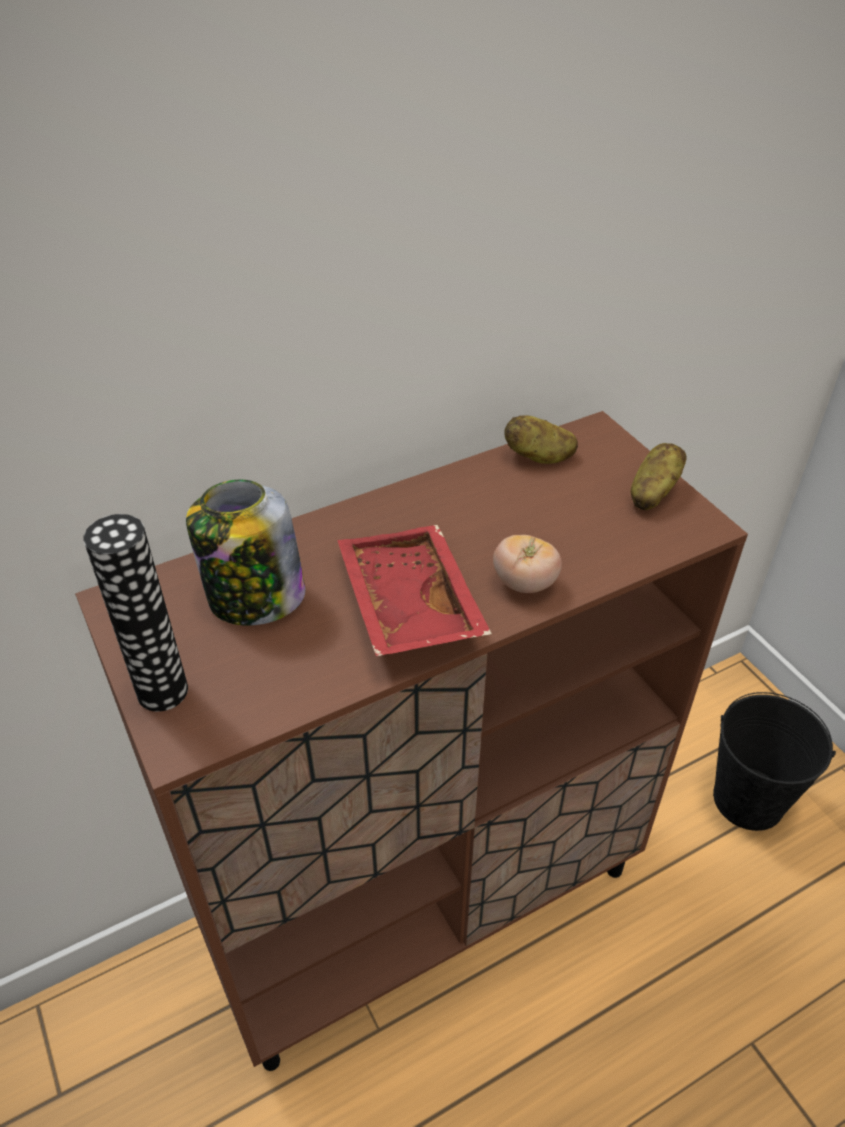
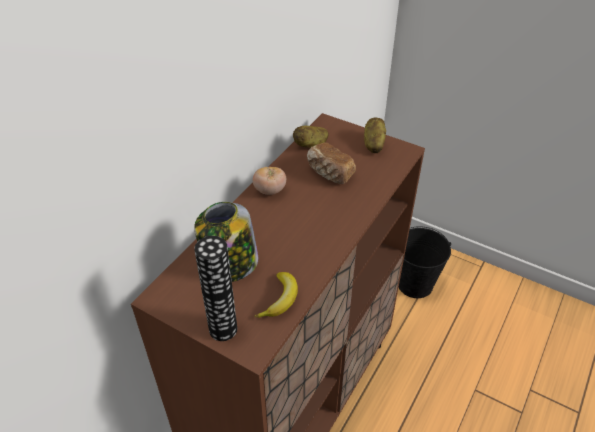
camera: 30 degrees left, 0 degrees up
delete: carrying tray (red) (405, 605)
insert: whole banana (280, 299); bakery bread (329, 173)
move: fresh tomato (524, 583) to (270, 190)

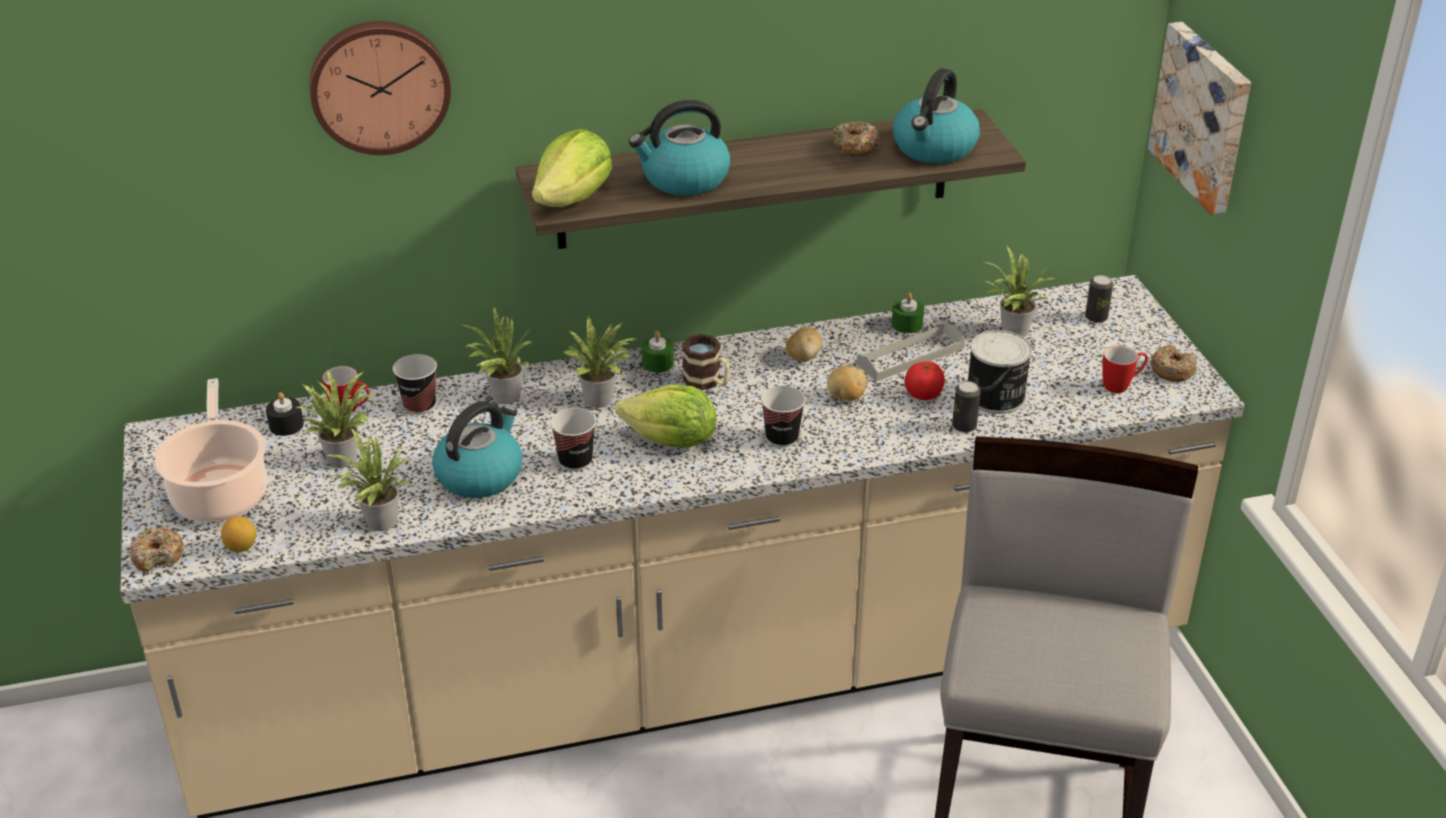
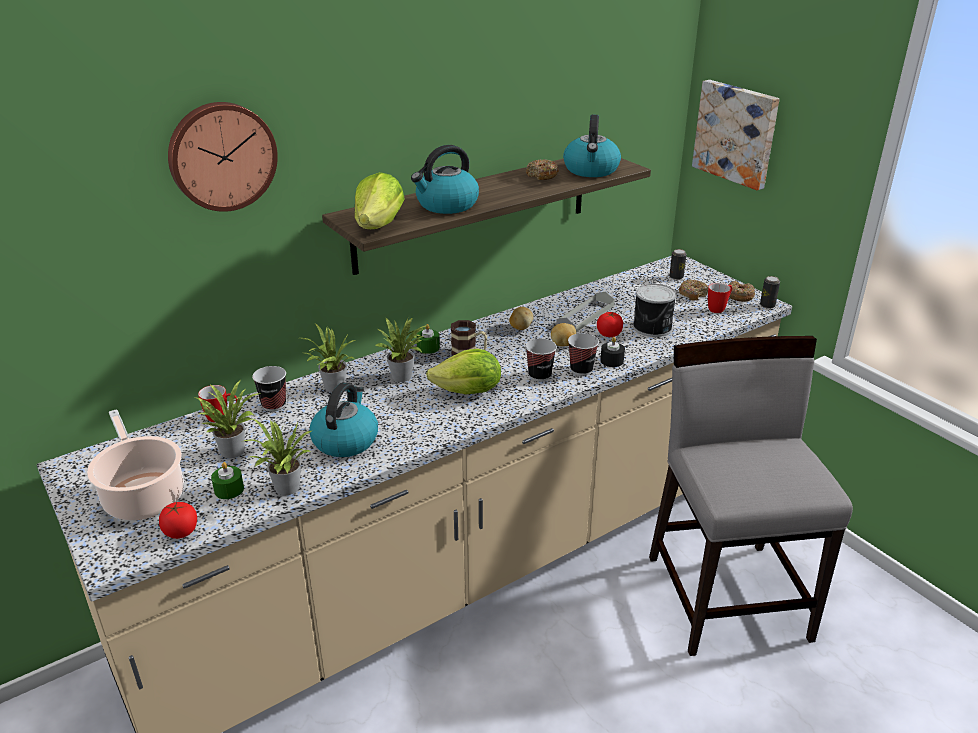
camera: 20 degrees left, 5 degrees down
delete: houseplant (1011, 331)
move: candle (greenish) (907, 324) to (229, 489); cup (575, 461) to (581, 370); candle (black) (286, 425) to (612, 361); doughnut (158, 556) to (692, 294); sealed can (964, 426) to (767, 305)
replace: whole lemon (241, 547) to fresh tomato (181, 532)

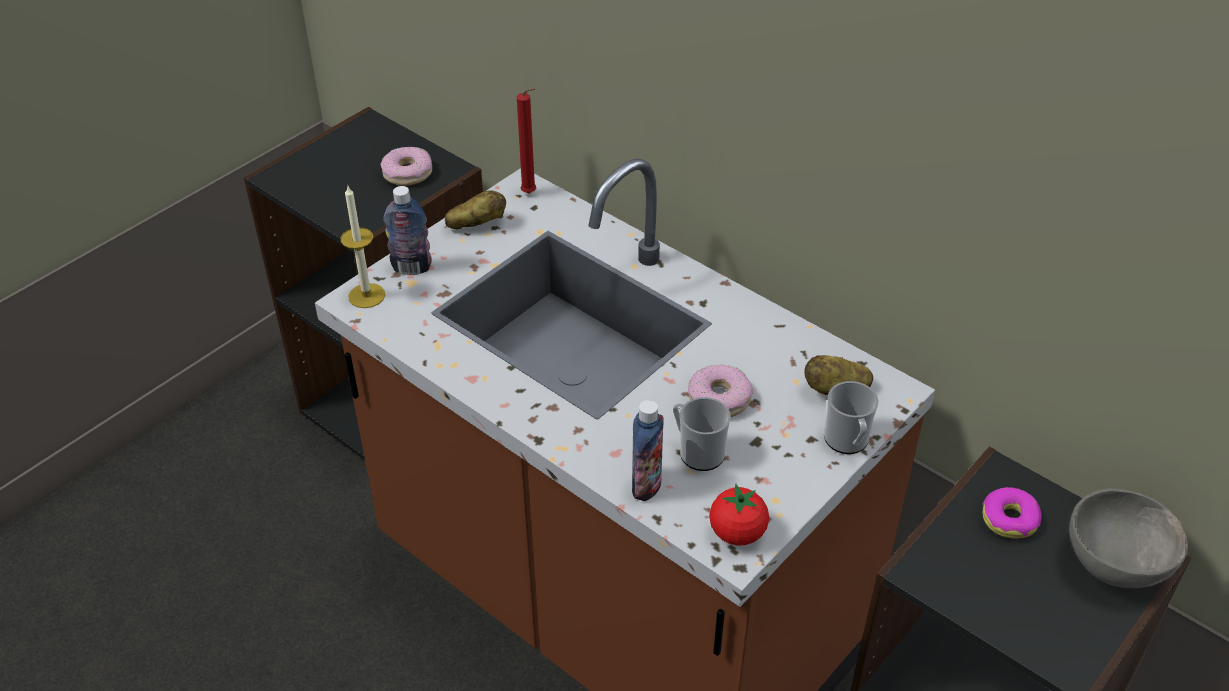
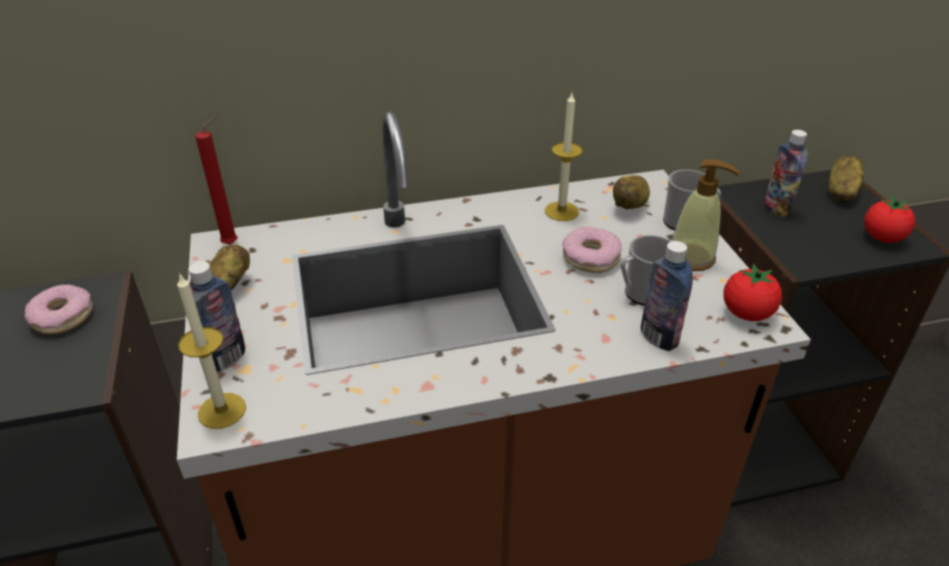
camera: 55 degrees left, 5 degrees down
insert: candle (561, 211); soap bottle (692, 258); fresh tomato (882, 238)
replace: doughnut (1009, 519) to beverage bottle (776, 209); deep dish (grey) (1116, 566) to spud (840, 192)

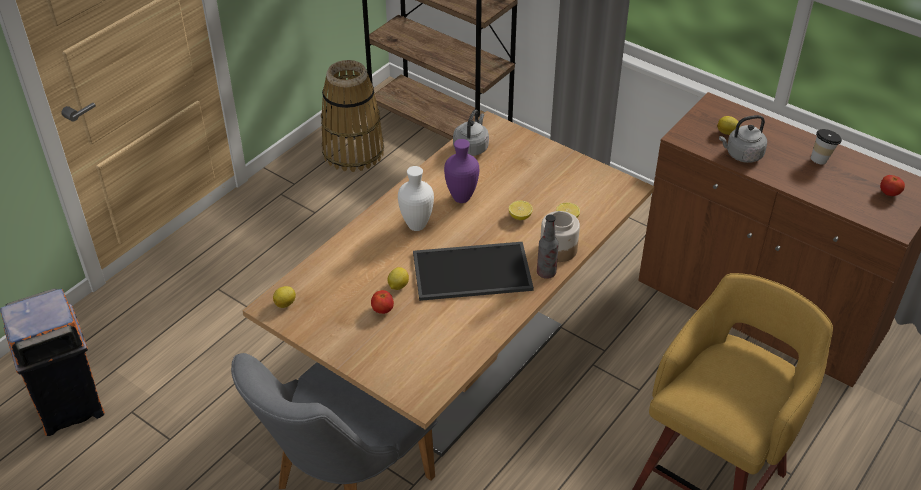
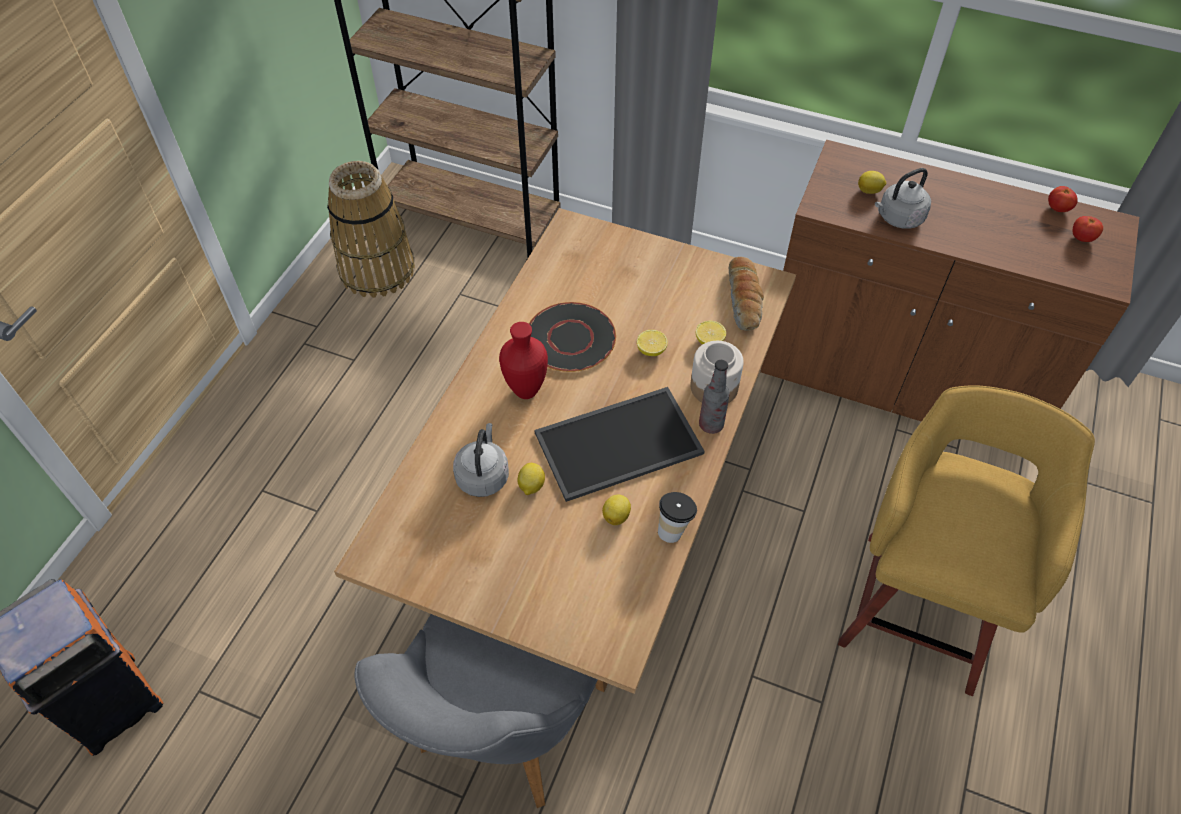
camera: 15 degrees left, 10 degrees up
insert: bakery bread (744, 301)
move: tea kettle (grey) (471, 147) to (483, 475); whole lemon (286, 303) to (617, 516); cup (821, 159) to (674, 529); fresh tomato (382, 310) to (1057, 209)
replace: decorative vase (purple) (462, 198) to flat dish (black) (571, 338)
recolor: decorative vase (whitish) (418, 226) to decorative vase (red) (528, 391)

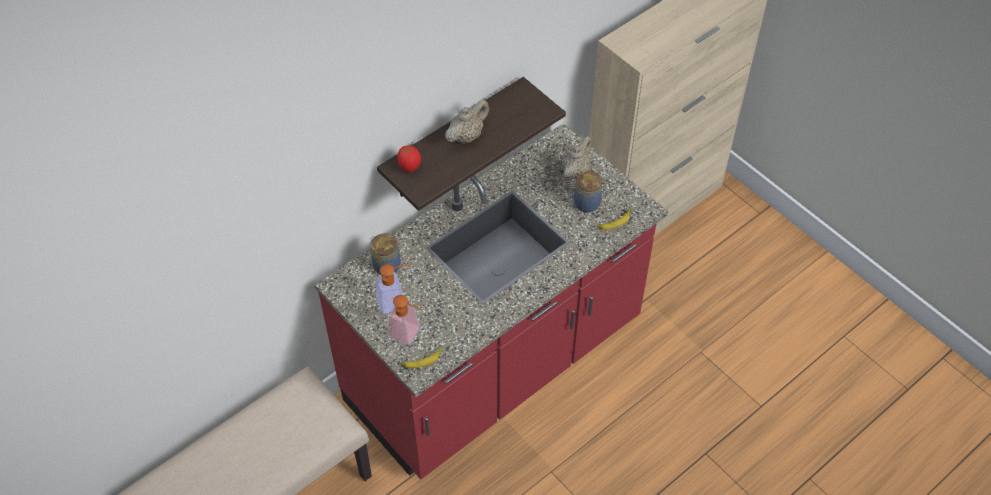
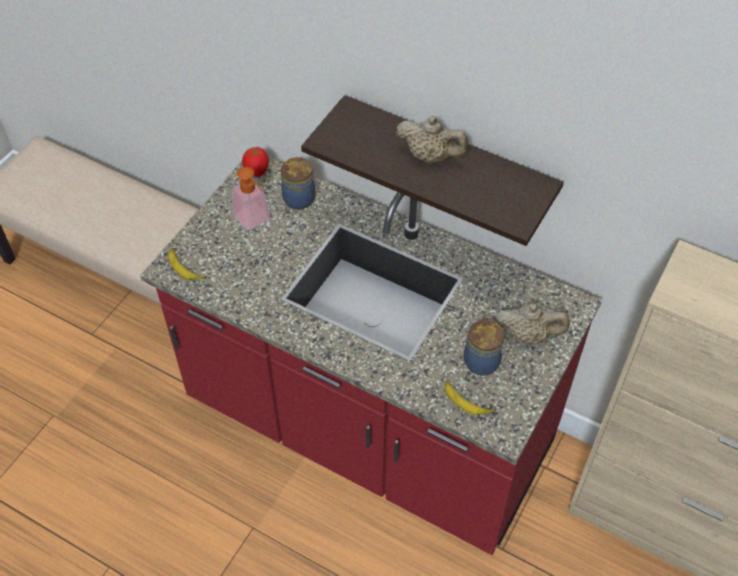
camera: 70 degrees right, 0 degrees up
delete: soap bottle (409, 334)
move: fresh tomato (410, 167) to (257, 172)

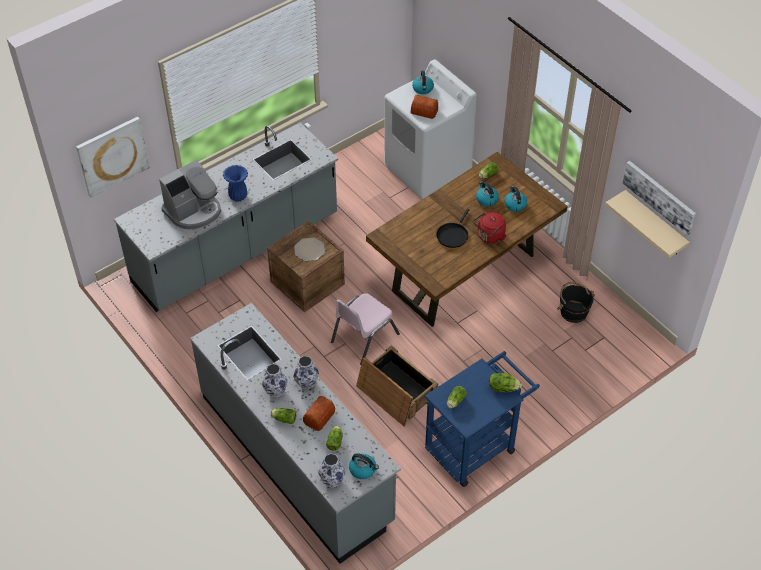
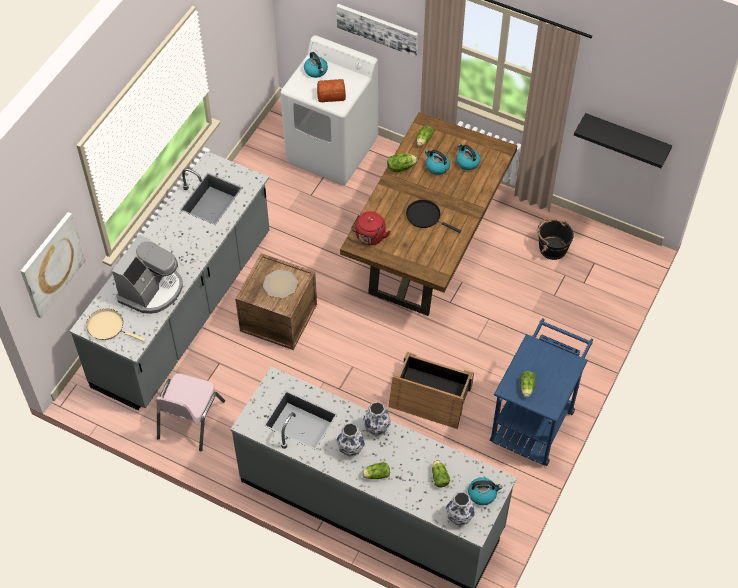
camera: 25 degrees left, 5 degrees up
delete: decorative vase (bluish) (237, 196); bakery bread (320, 416)
insert: pan (beige-coloured) (108, 327)
move: chair (pink-coloured) (364, 338) to (190, 420); wall art (659, 196) to (377, 28); tea kettle (red) (489, 237) to (369, 237); lettuce (503, 387) to (400, 167)
recolor: shelf (beige-coloured) (654, 224) to shelf (black) (626, 138)
rotate: pan (black) (453, 235) = (425, 216) 120 degrees clockwise

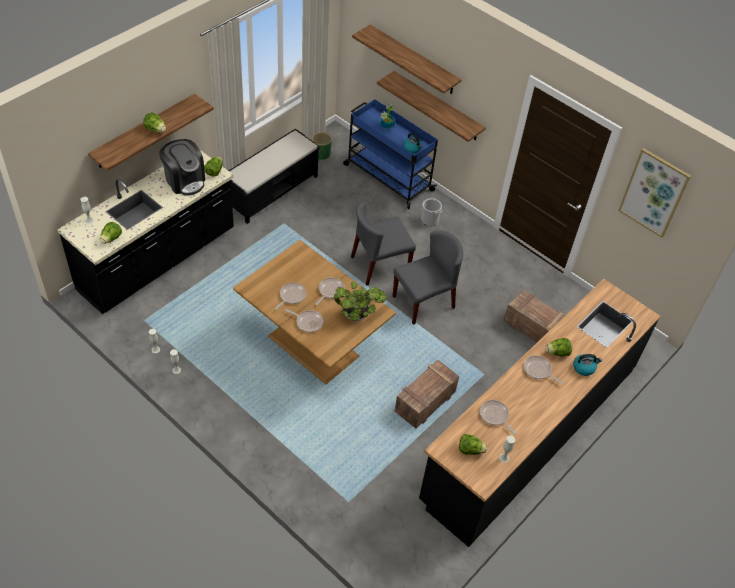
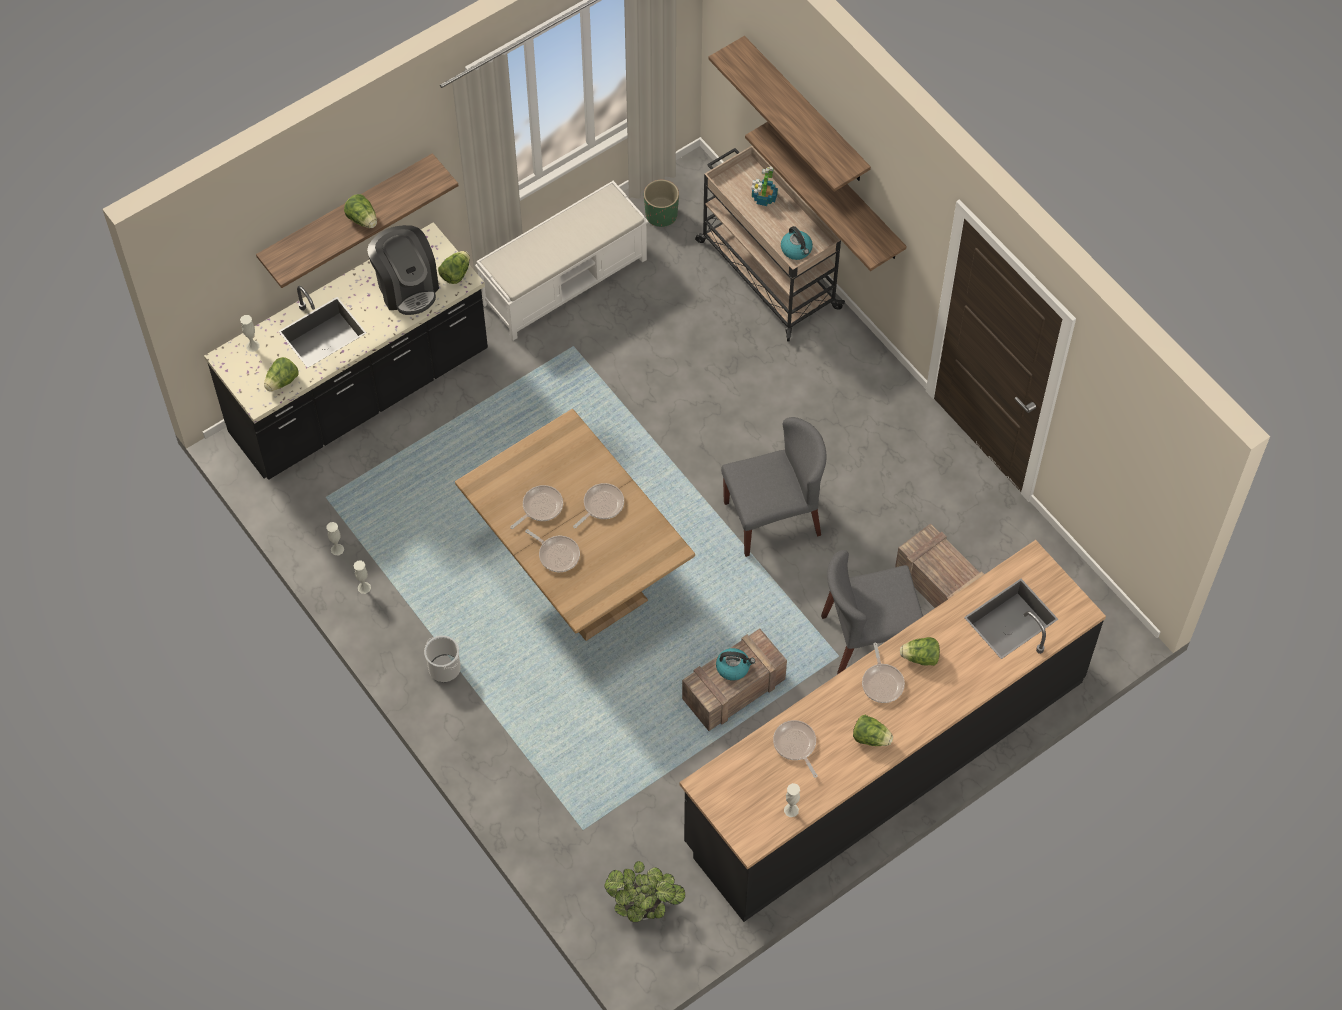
camera: 15 degrees right, 10 degrees up
delete: wall art (654, 193)
move: bucket (429, 220) to (444, 668); houseplant (357, 315) to (645, 905); tea kettle (584, 368) to (733, 667); chair (grey) (379, 265) to (868, 638); lettuce (470, 450) to (871, 737)
recolor: bench (black) (272, 190) to bench (whitish) (565, 280); trolley (bluish) (387, 177) to trolley (beige-coloured) (766, 273)
rotate: pan (538, 370) = (882, 682) 150 degrees counterclockwise

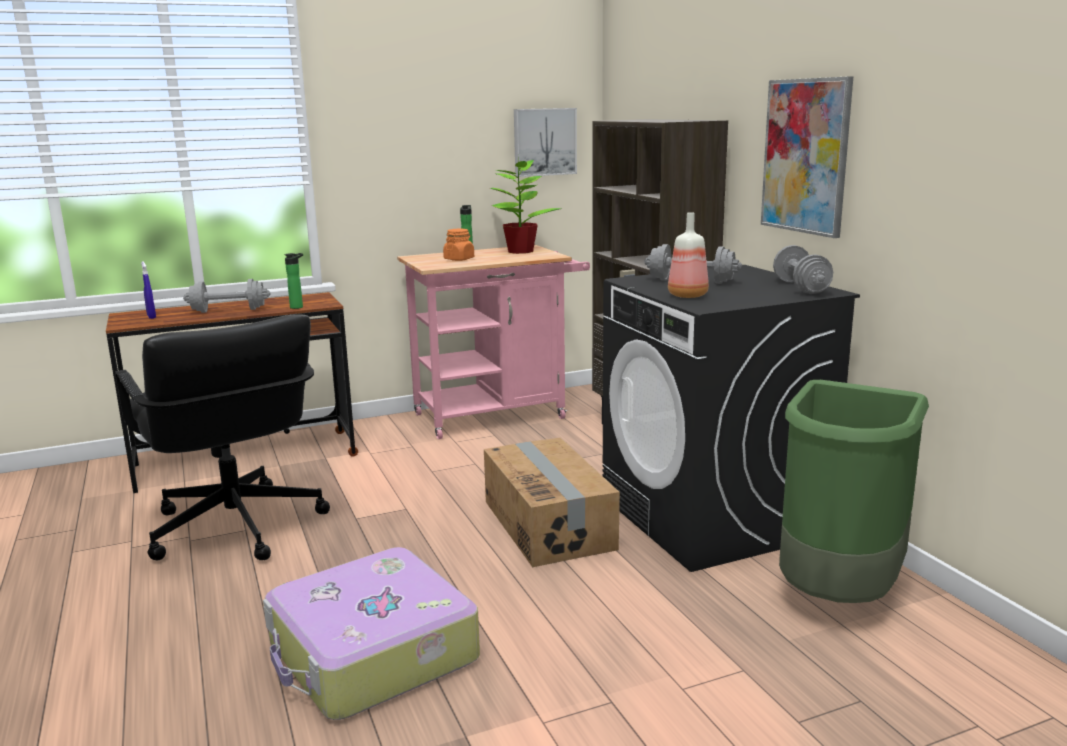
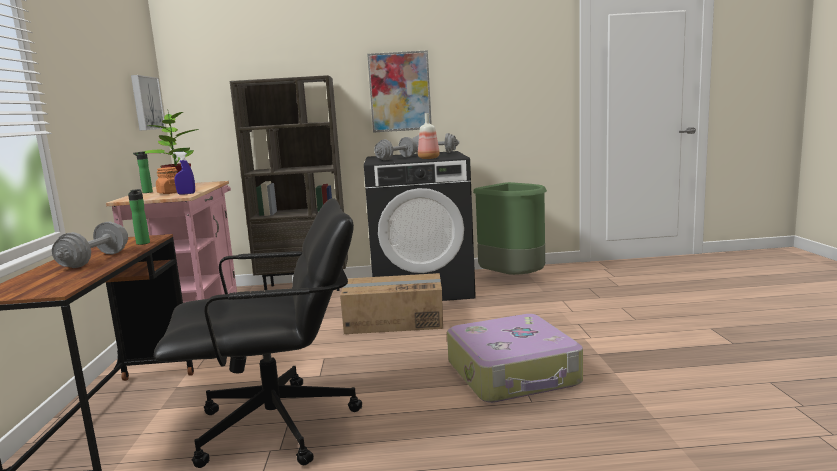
camera: 70 degrees left, 5 degrees down
move: spray bottle (bluish) (151, 317) to (186, 194)

